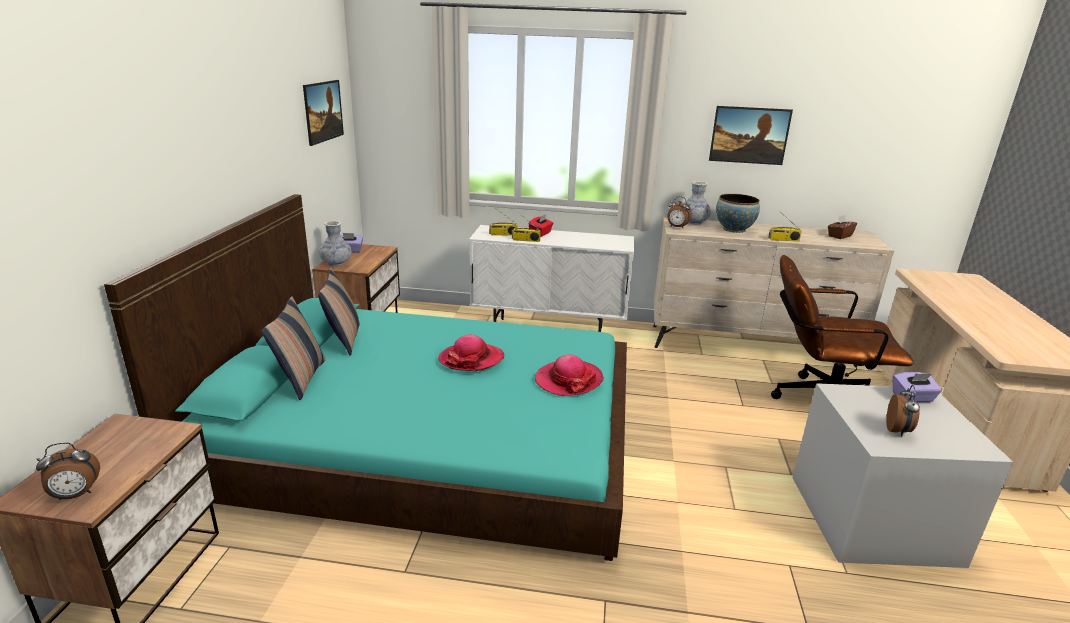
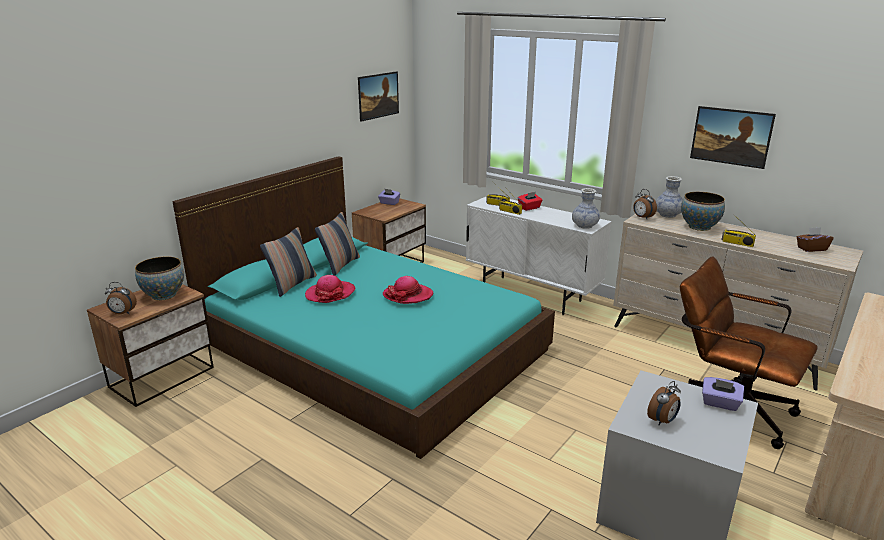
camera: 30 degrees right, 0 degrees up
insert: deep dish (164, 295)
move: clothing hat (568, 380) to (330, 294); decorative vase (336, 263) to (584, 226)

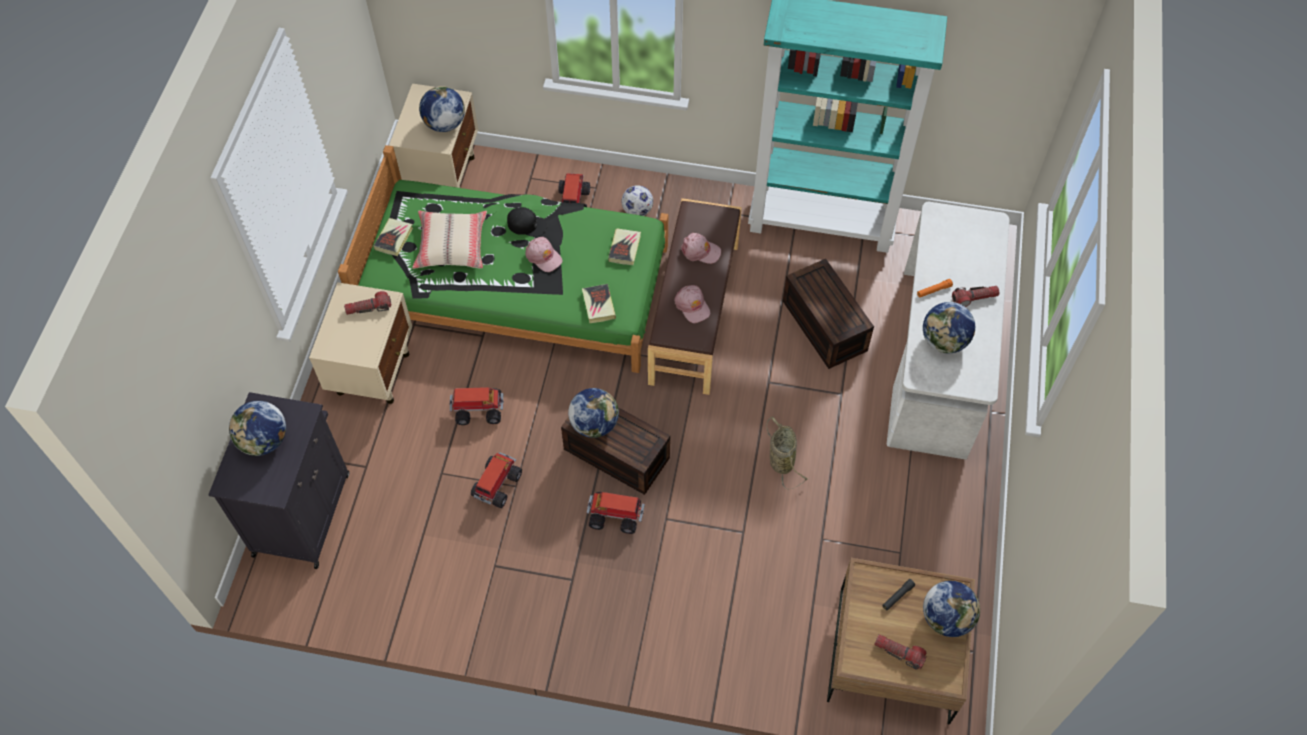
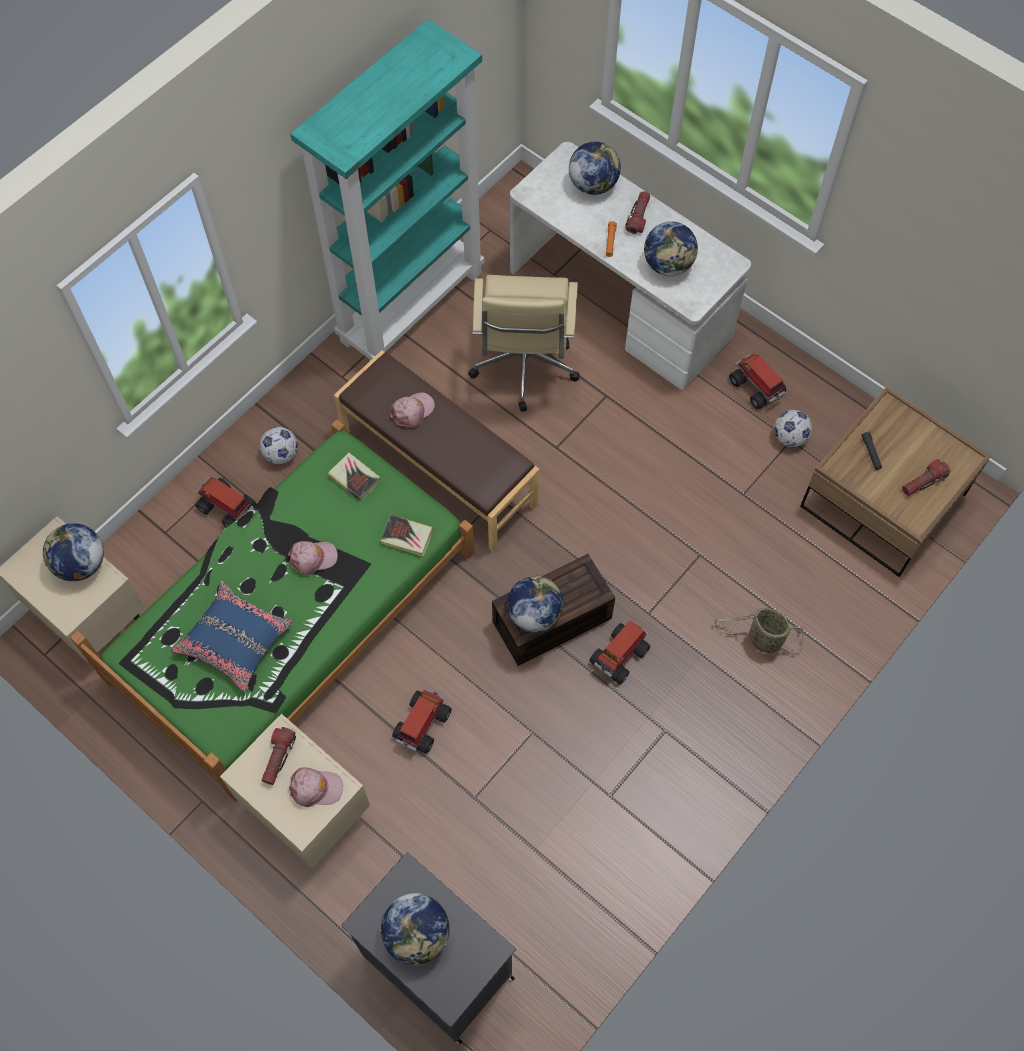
camera: 60 degrees left, 5 degrees up
delete: bound book (394, 238); baseball cap (black) (527, 224)
insert: football (790, 437)
move: baseball cap (pink-coloured) (692, 306) to (316, 788); globe (946, 618) to (593, 184); household basket (781, 460) to (762, 640); model truck (496, 486) to (757, 388)
replace: storage container (brown) (822, 325) to office chair (beige-coloured) (524, 369)
recolor: cushion (beige-coloured) (451, 245) to cushion (bluish) (234, 641)

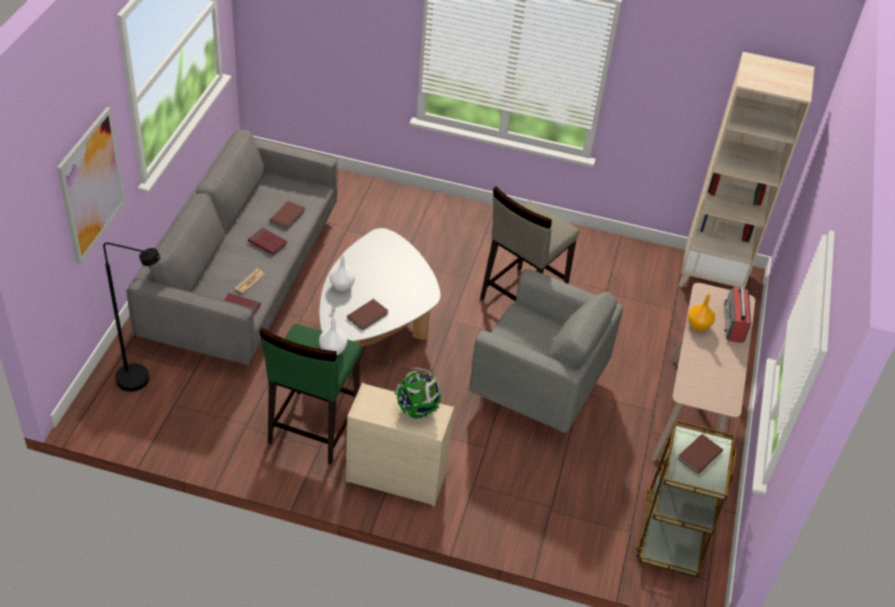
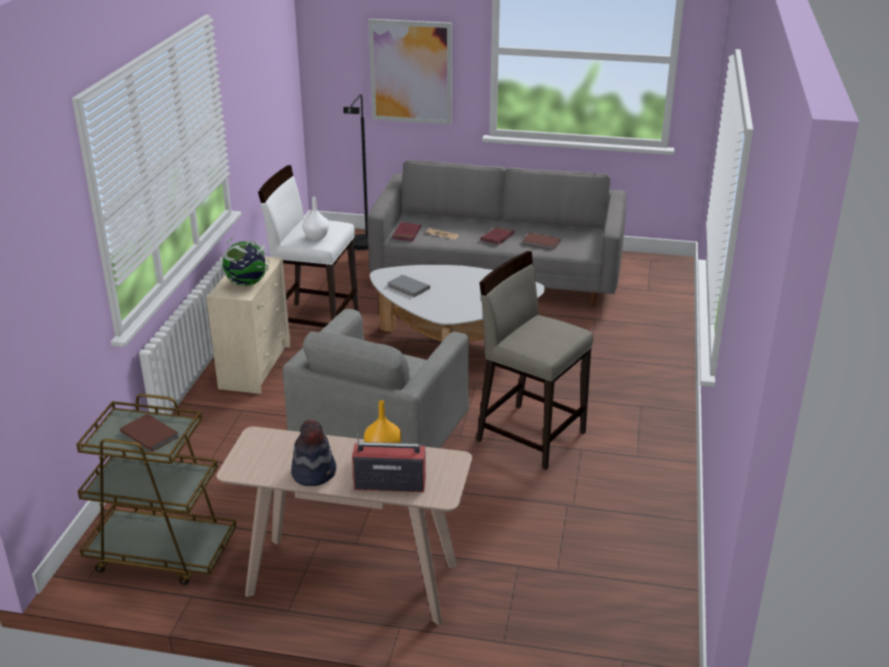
camera: 90 degrees right, 15 degrees down
delete: decorative vase (whitish) (341, 286); bookcase (beige-coloured) (711, 276)
insert: clothing hat (314, 472)
recolor: sitting stool (greenish) (313, 427) to sitting stool (whitish) (314, 322); bound book (brown) (368, 315) to bound book (grey) (408, 288)

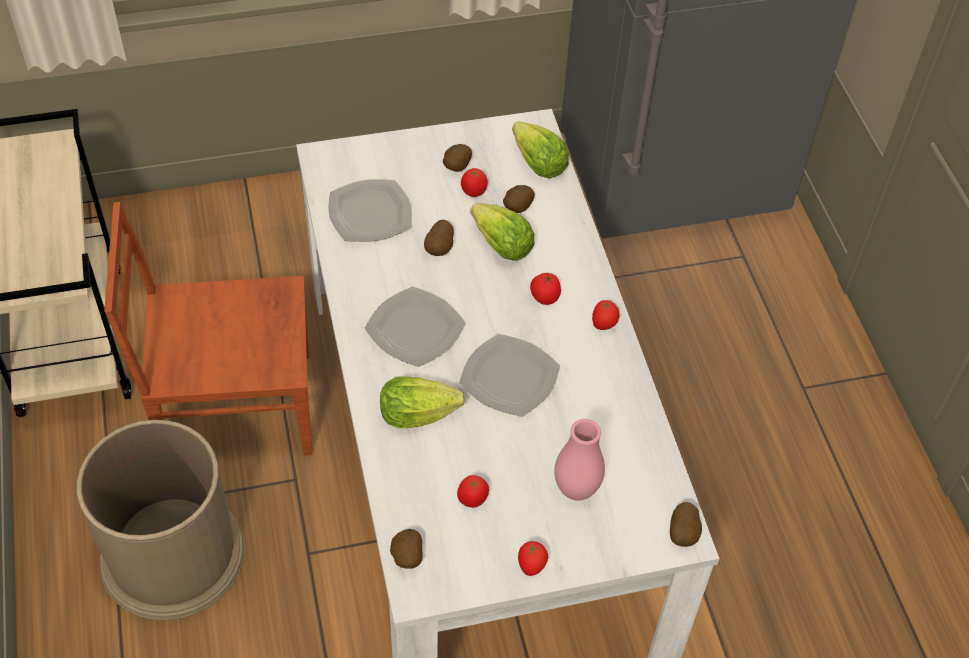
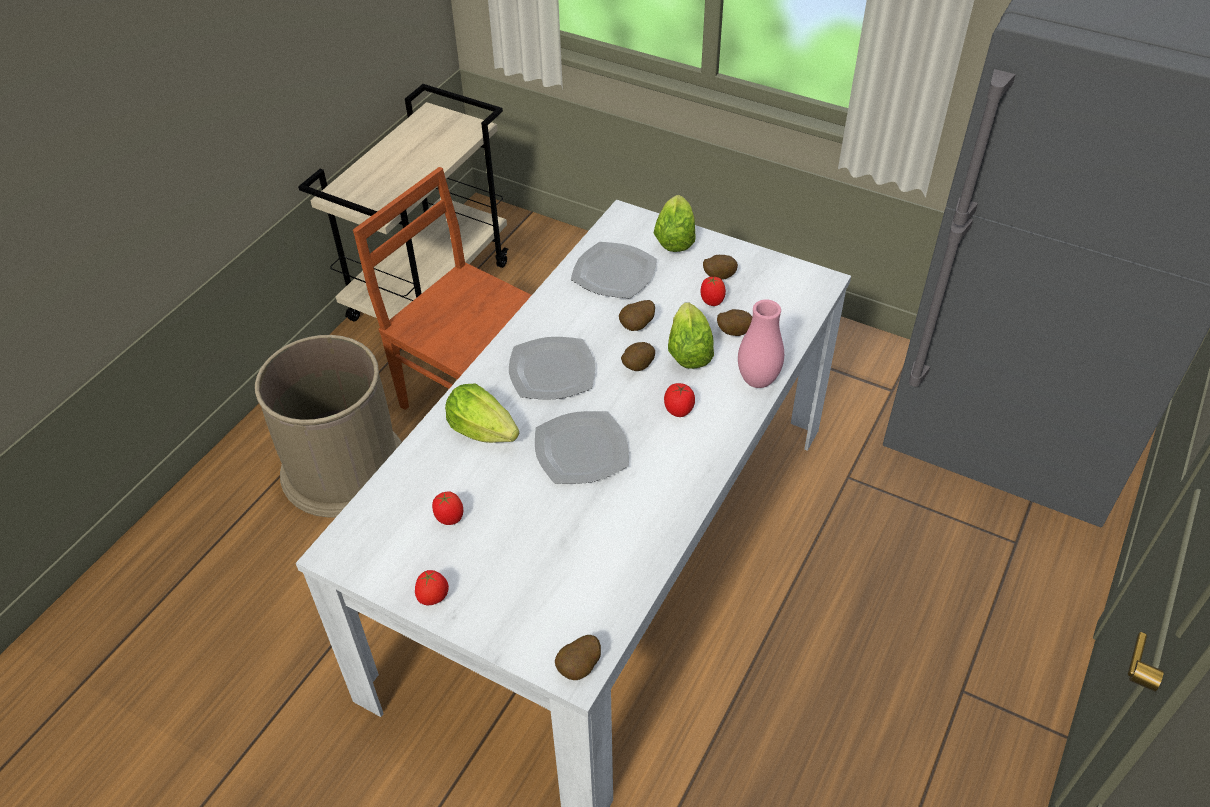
camera: 45 degrees right, 5 degrees down
delete: fresh tomato (604, 325)
move: spud (406, 558) to (636, 367); lettuce (538, 165) to (674, 239); decorative vase (pink-coloured) (576, 489) to (757, 380)

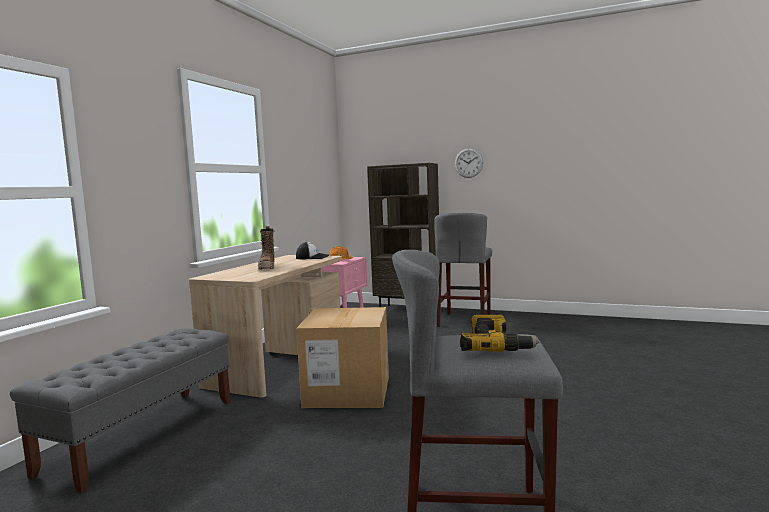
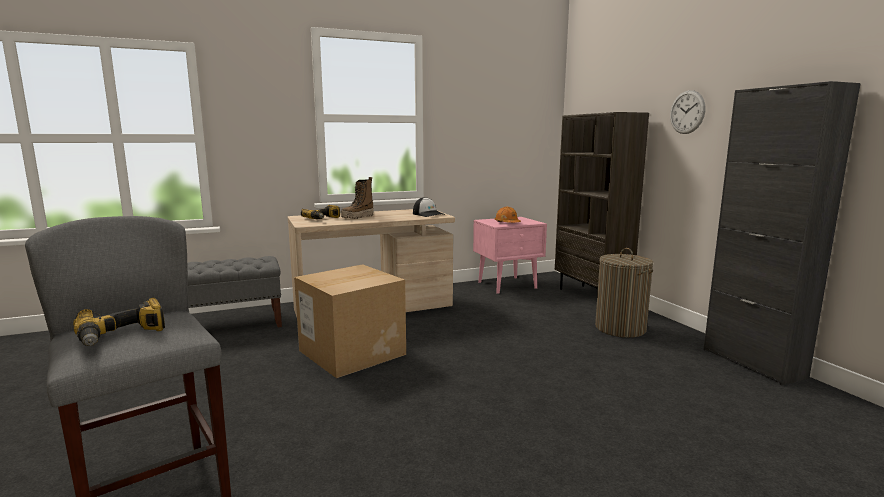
camera: 45 degrees right, 5 degrees up
insert: power drill (323, 219); storage cabinet (black) (753, 363)
replace: sitting stool (grey) (465, 320) to laundry basket (620, 328)

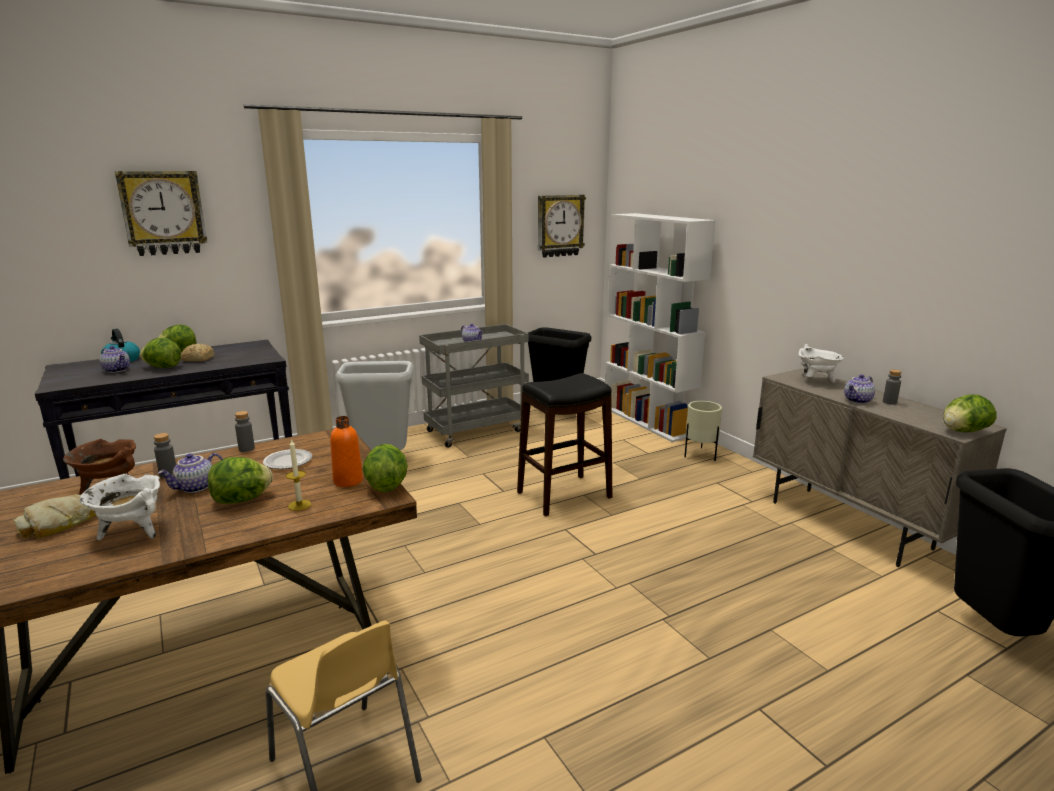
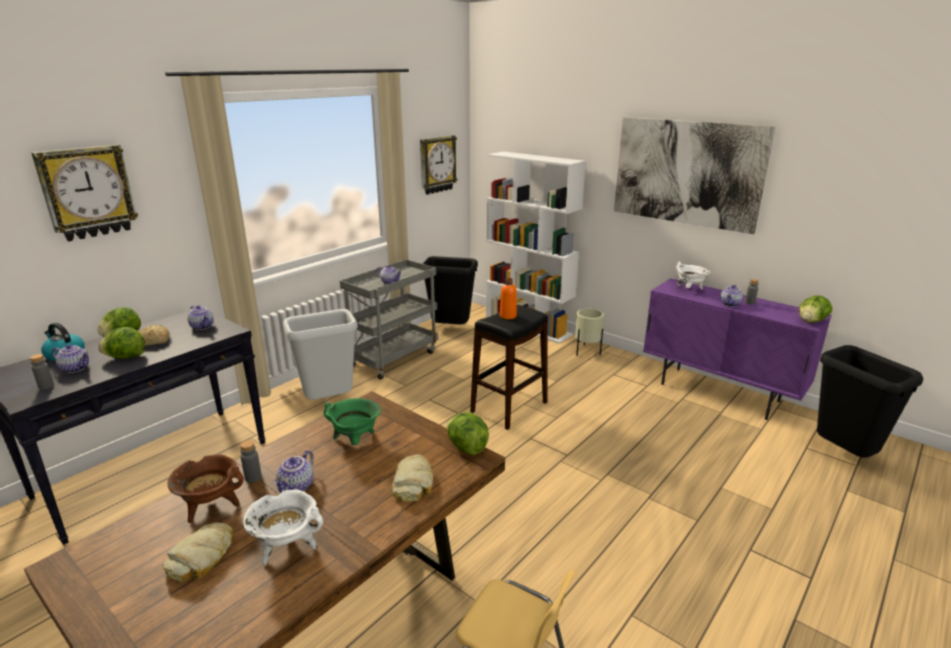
camera: 20 degrees left, 5 degrees up
delete: lettuce (242, 500)
insert: tea pot (203, 326); wall art (687, 172)
move: beverage bottle (grey) (246, 449) to (46, 386); beverage bottle (orangey) (348, 481) to (508, 316)
replace: flat dish (287, 462) to stockpot (greenish) (355, 441); candle (299, 505) to bakery bread (413, 483)
recolor: storage cabinet (beige-coloured) (849, 525) to storage cabinet (purple) (719, 393)

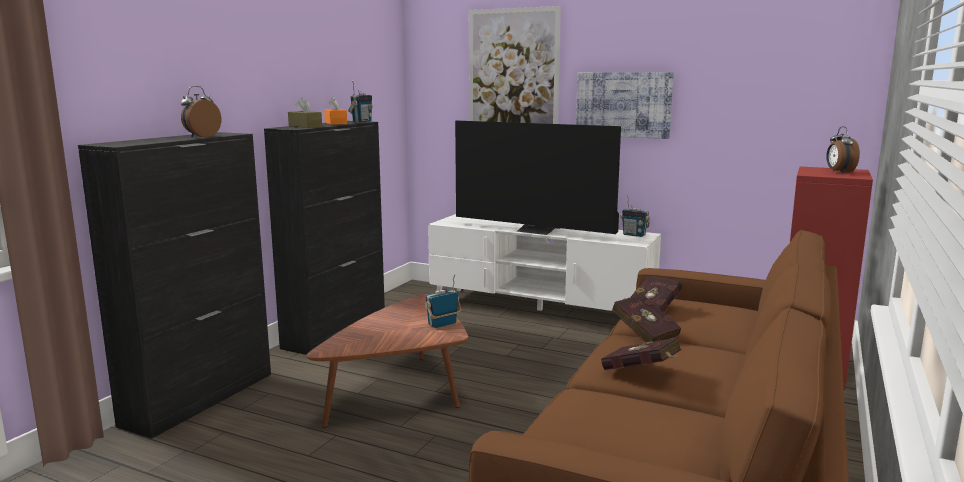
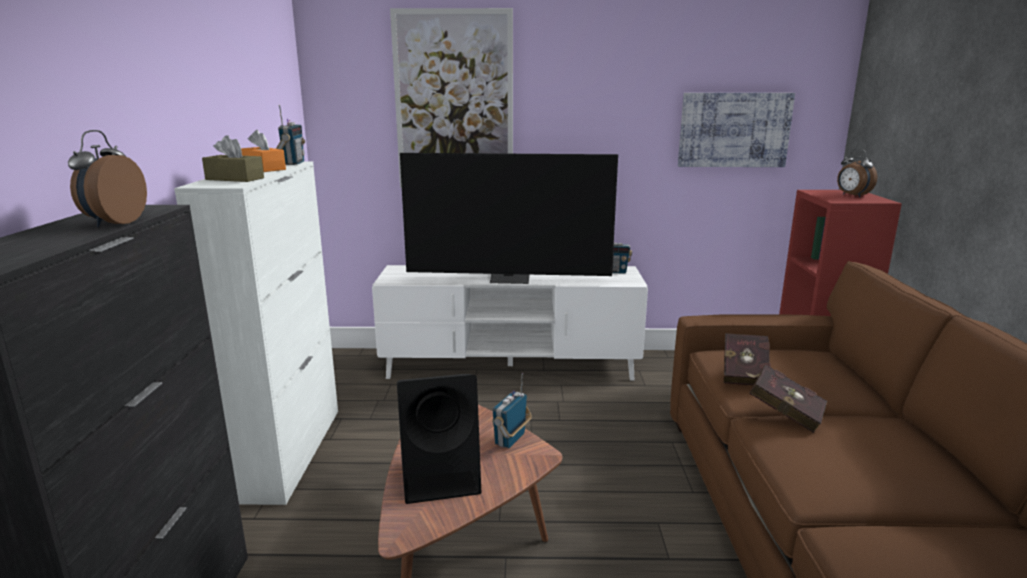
camera: 25 degrees left, 5 degrees up
delete: bound book (red) (642, 373)
insert: audio speaker (black) (442, 476)
move: wall art (623, 104) to (734, 130)
recolor: storage cabinet (black) (336, 331) to storage cabinet (whitish) (290, 451)

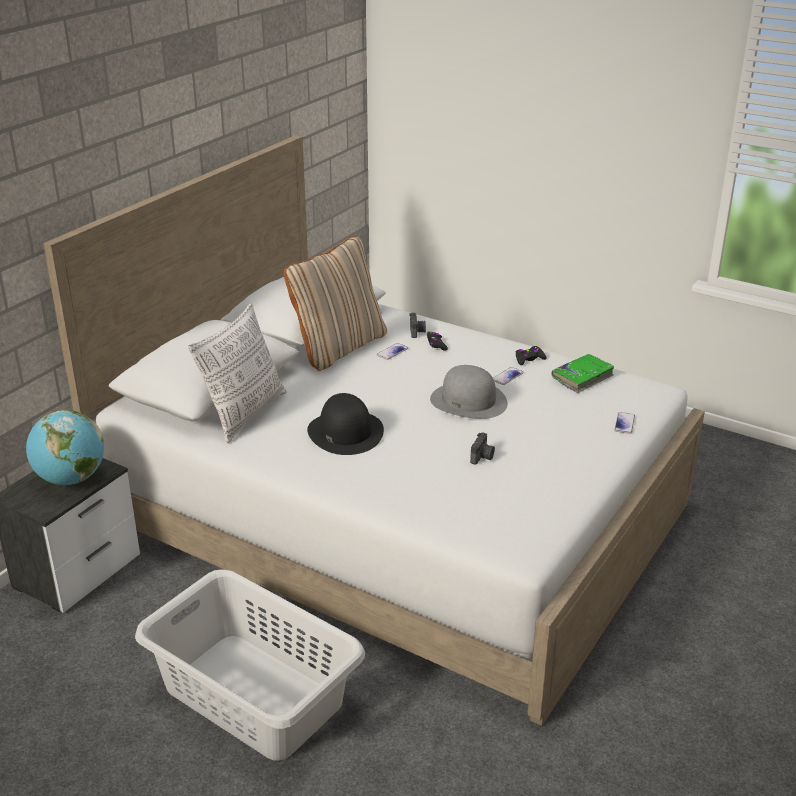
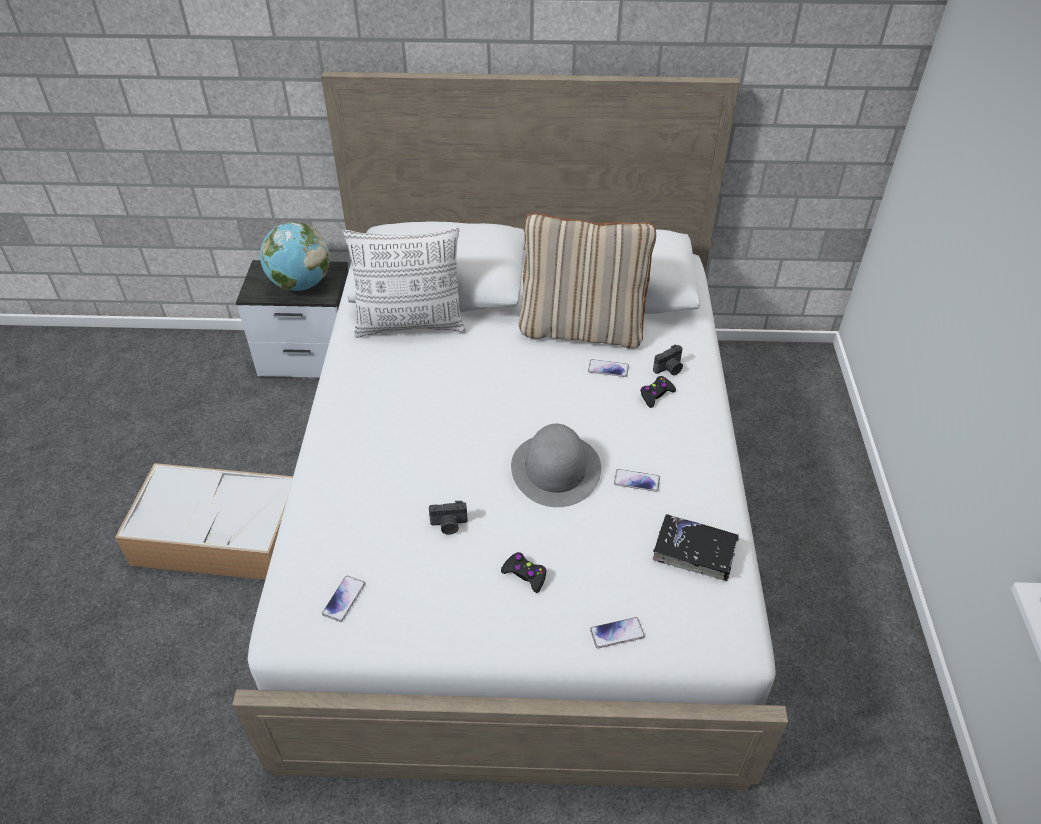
camera: 60 degrees right, 15 degrees up
delete: clothing hat (black) (345, 432)
insert: handset (344, 599)
move: gamepad (black) (529, 359) to (525, 575)
replace: laundry basket (grey) (254, 694) to storage container (222, 534)
recolor: bound book (greenish) (582, 378) to bound book (black) (694, 551)

